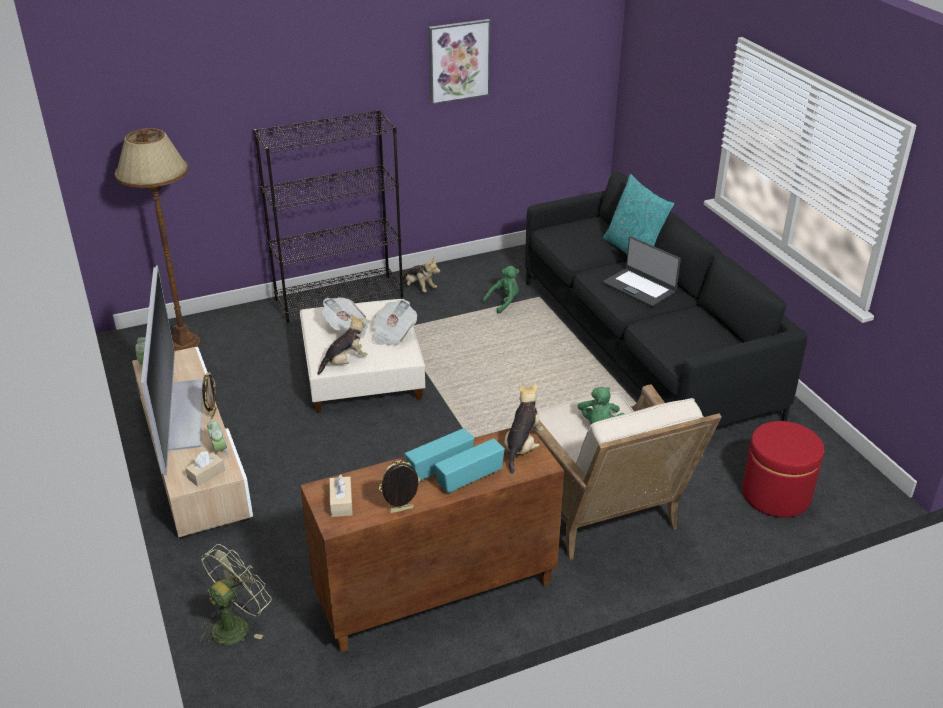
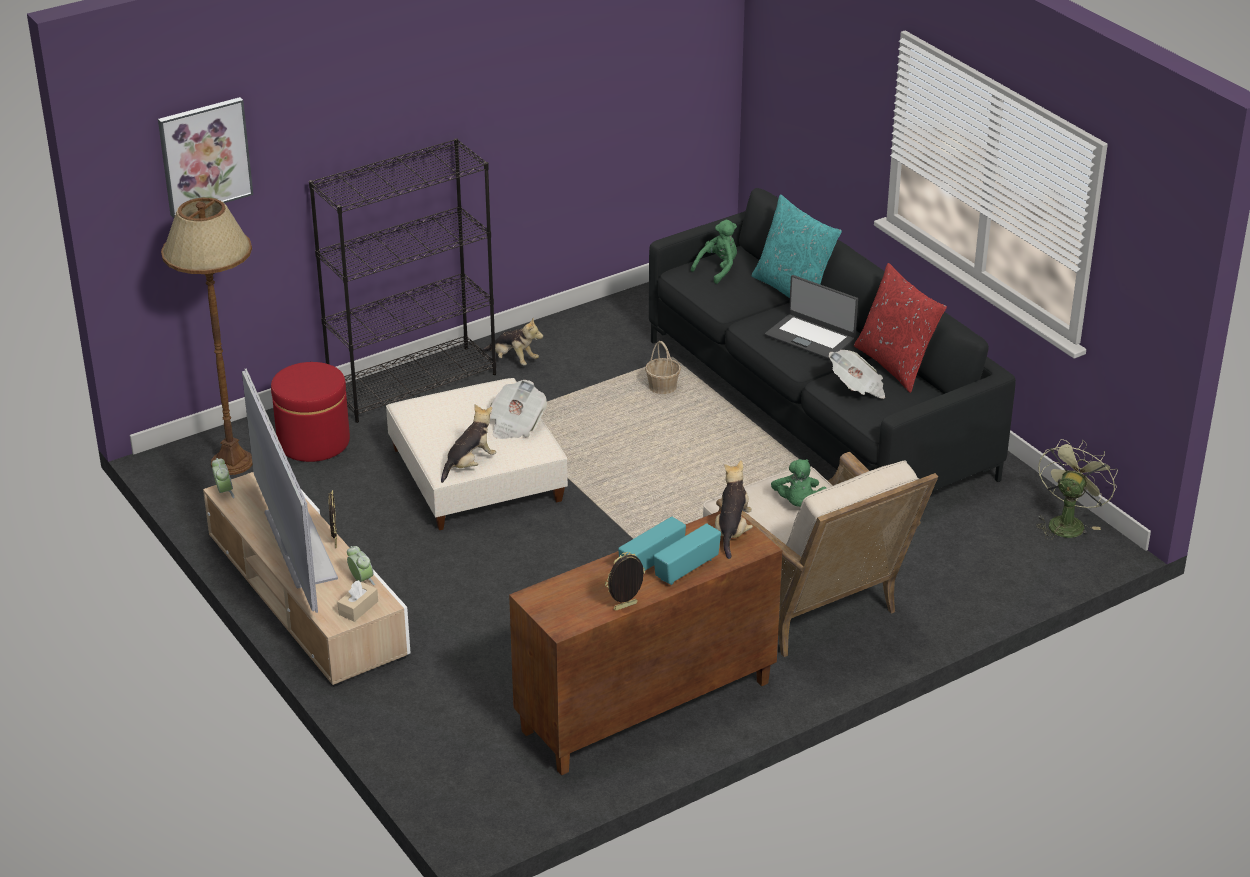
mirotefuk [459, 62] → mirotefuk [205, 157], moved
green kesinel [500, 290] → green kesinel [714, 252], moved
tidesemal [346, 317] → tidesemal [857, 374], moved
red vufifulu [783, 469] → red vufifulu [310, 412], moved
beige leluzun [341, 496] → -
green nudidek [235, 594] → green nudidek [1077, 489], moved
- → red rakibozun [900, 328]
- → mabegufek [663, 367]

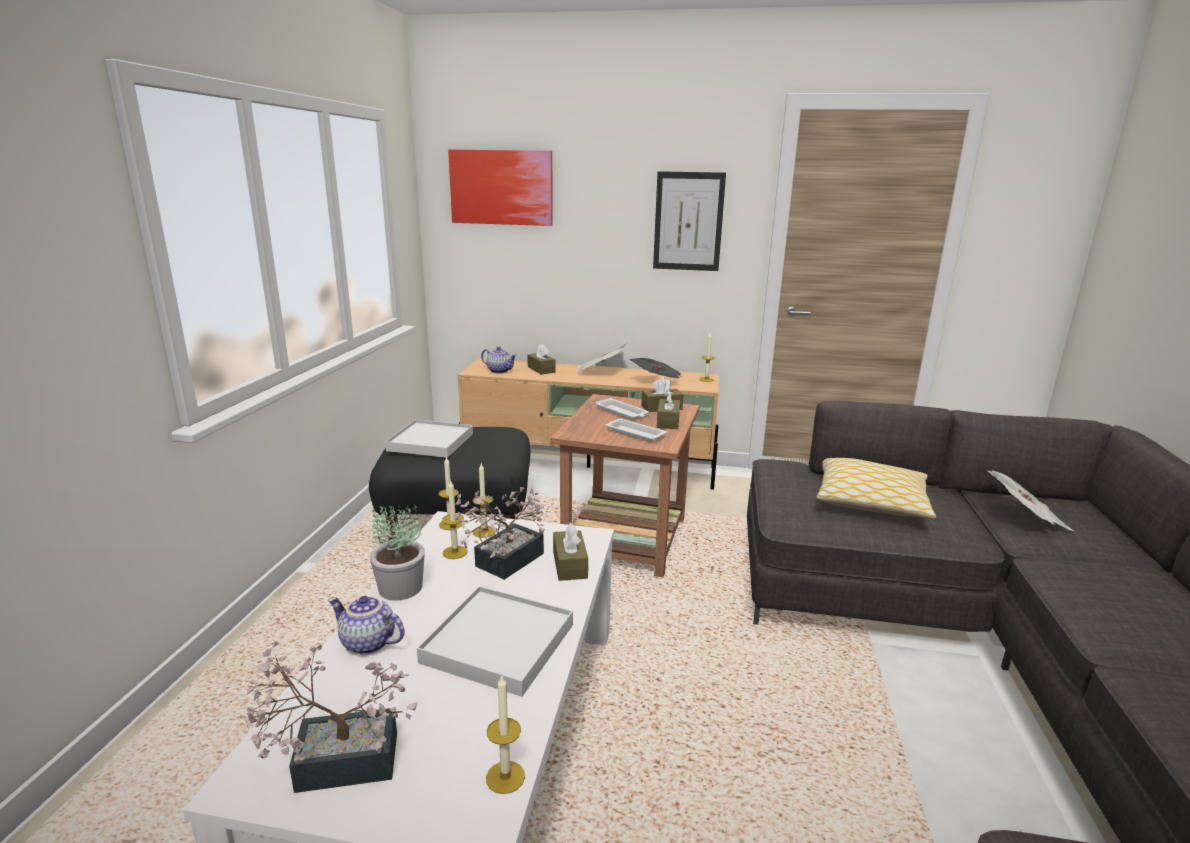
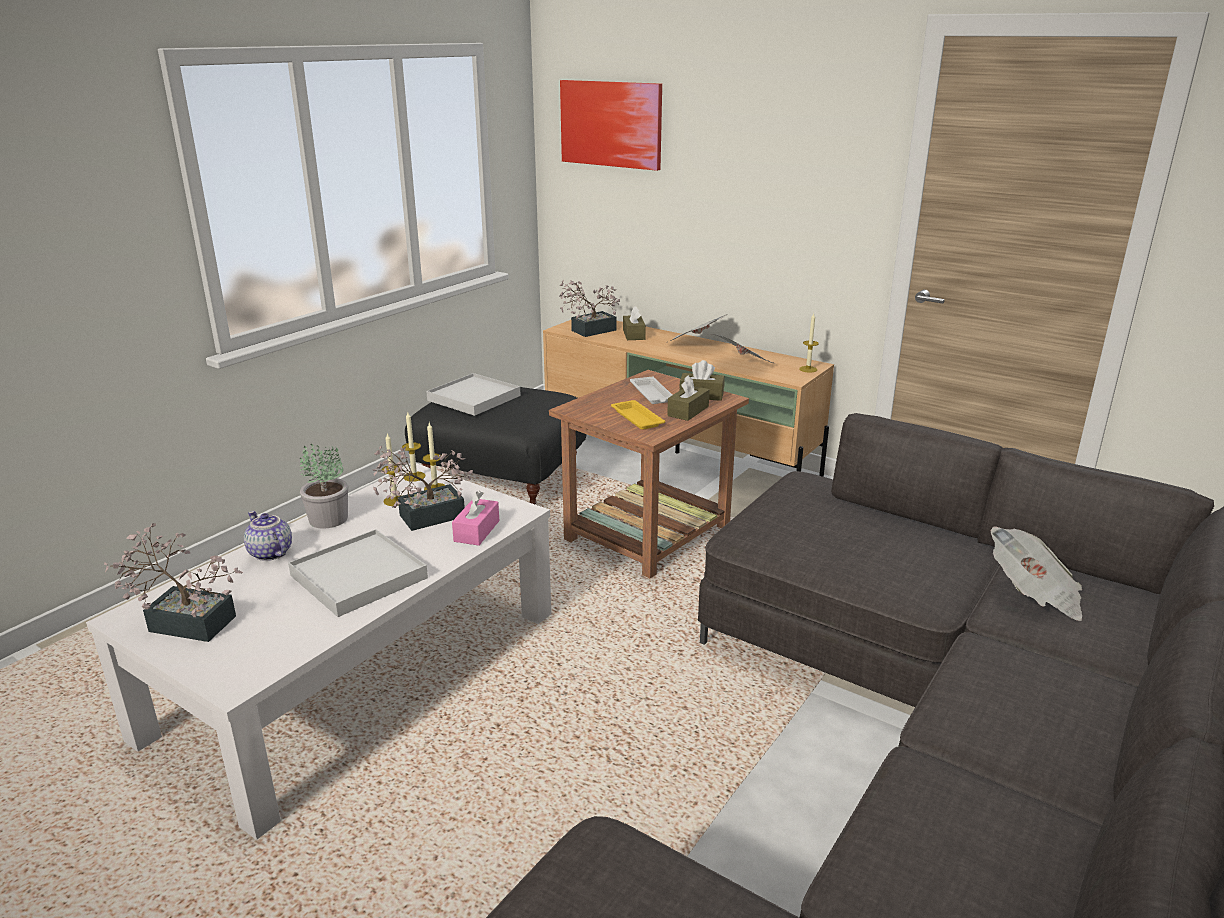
mirotefuk [689, 221] → -
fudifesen [499, 360] → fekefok [590, 308]
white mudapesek [636, 430] → yellow mudapesek [638, 415]
rakibozun [876, 488] → -
brown leluzun [570, 552] → pink leluzun [475, 518]
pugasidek [505, 734] → -

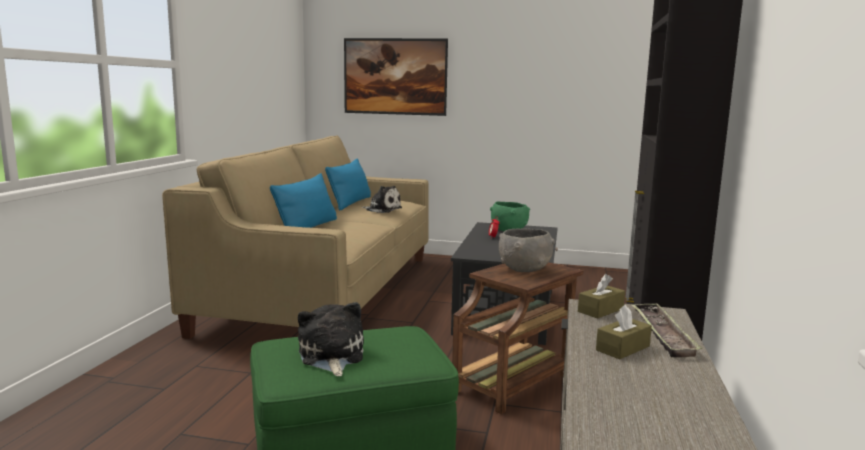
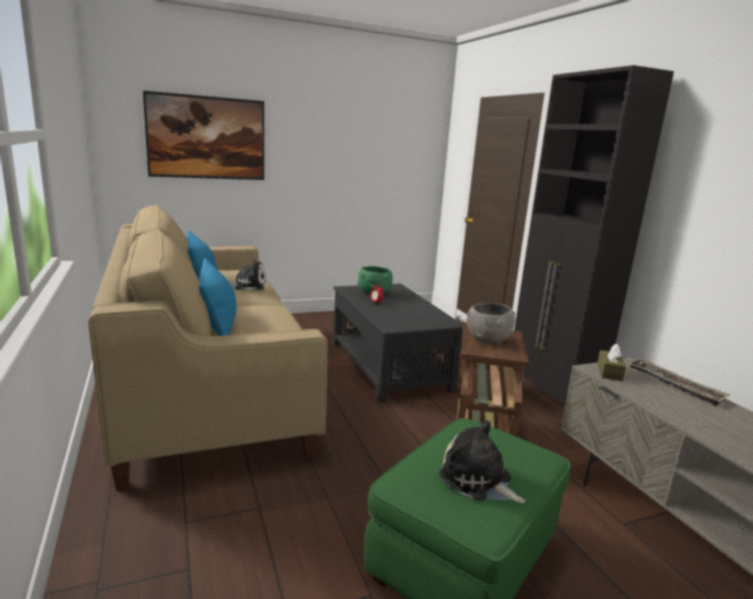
brown leluzun [624, 332] → -

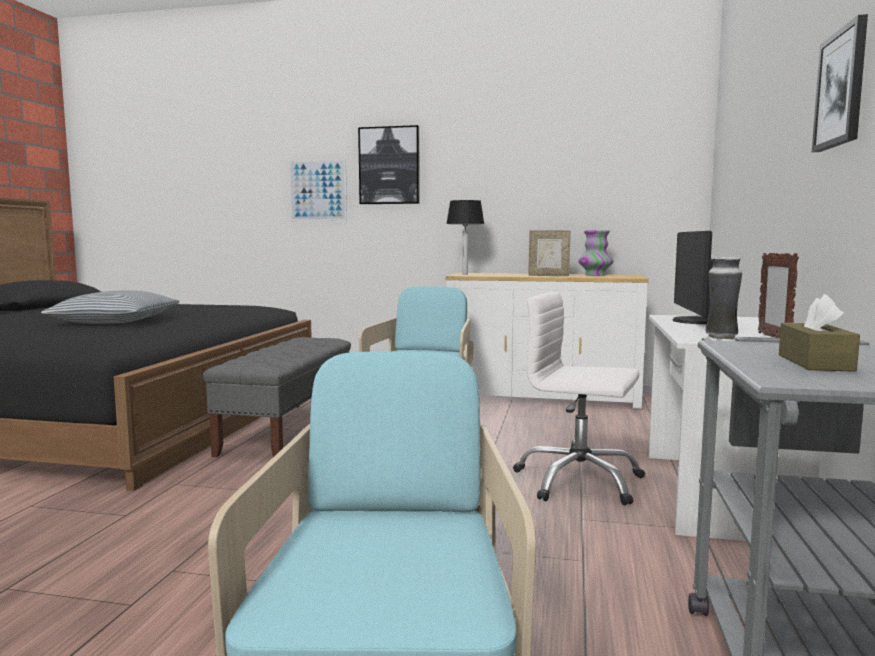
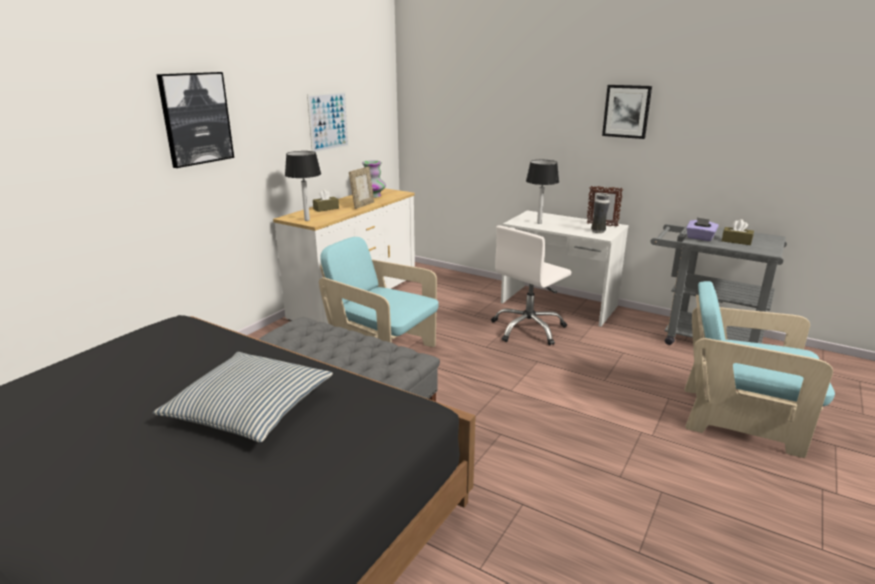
mirotefuk [318, 190] → mirotefuk [328, 122], moved
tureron [693, 277] → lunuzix [542, 192]
- → brown leluzun [326, 201]
- → purple leluzun [702, 229]

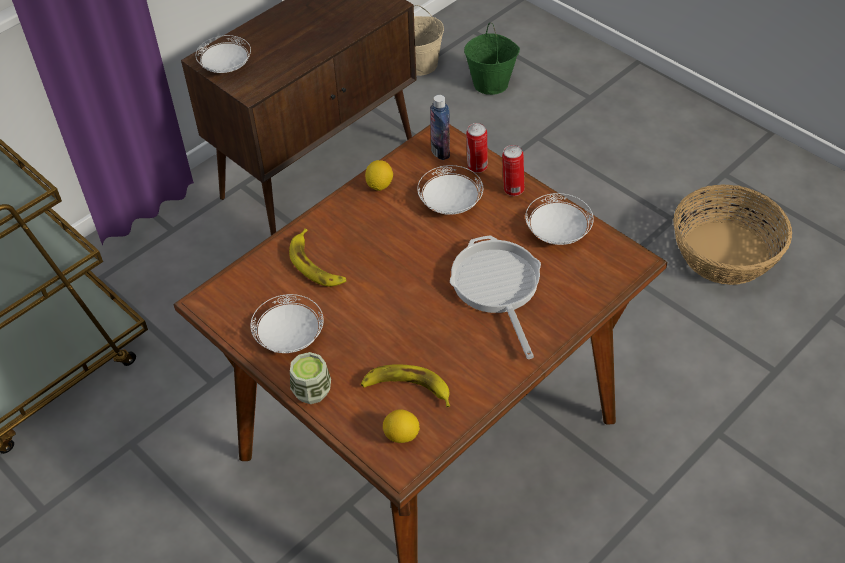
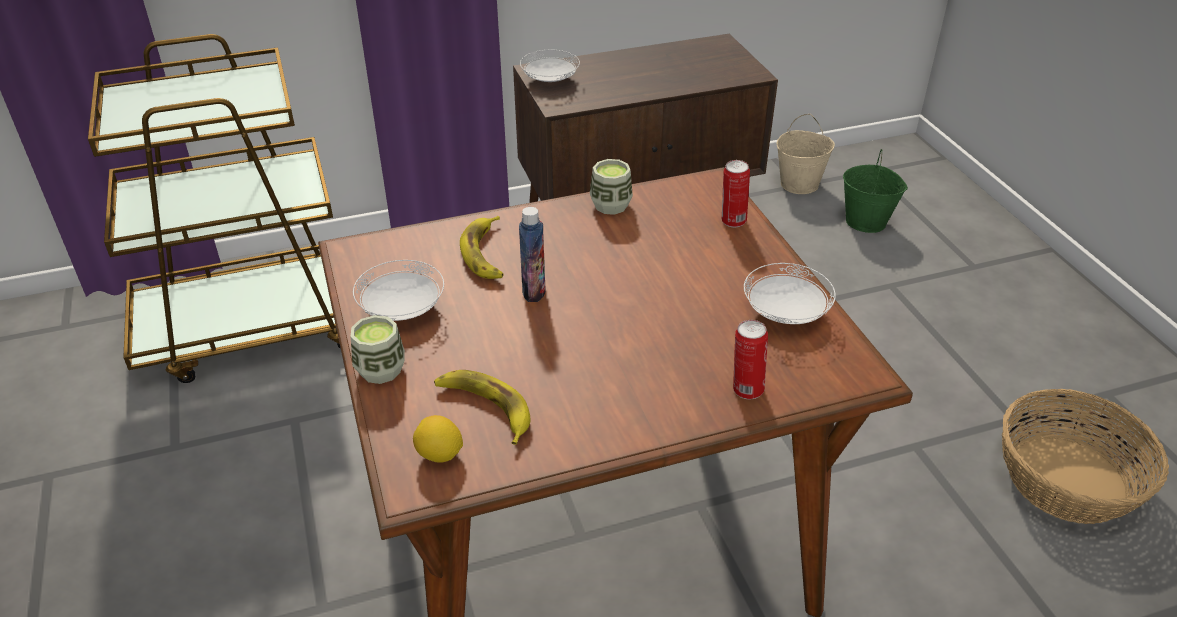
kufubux [440, 127] → kufubux [532, 254], moved
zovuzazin [513, 170] → zovuzazin [750, 359], moved
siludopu [379, 175] → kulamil [611, 187]
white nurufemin [450, 190] → -
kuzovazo [495, 297] → -

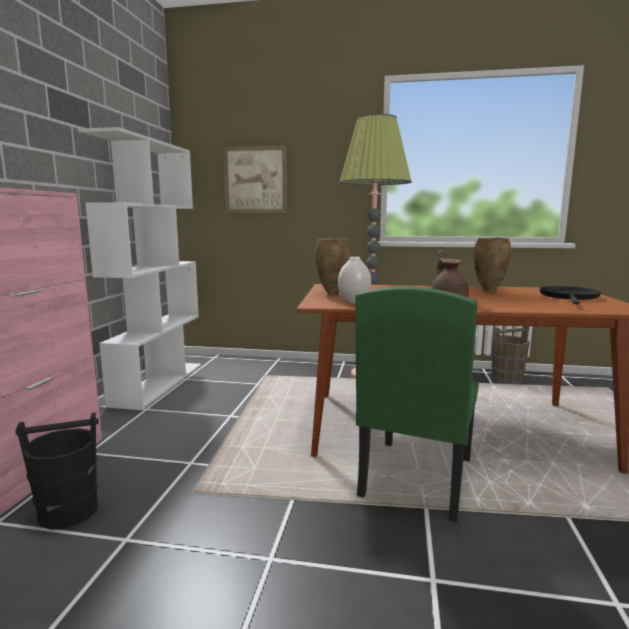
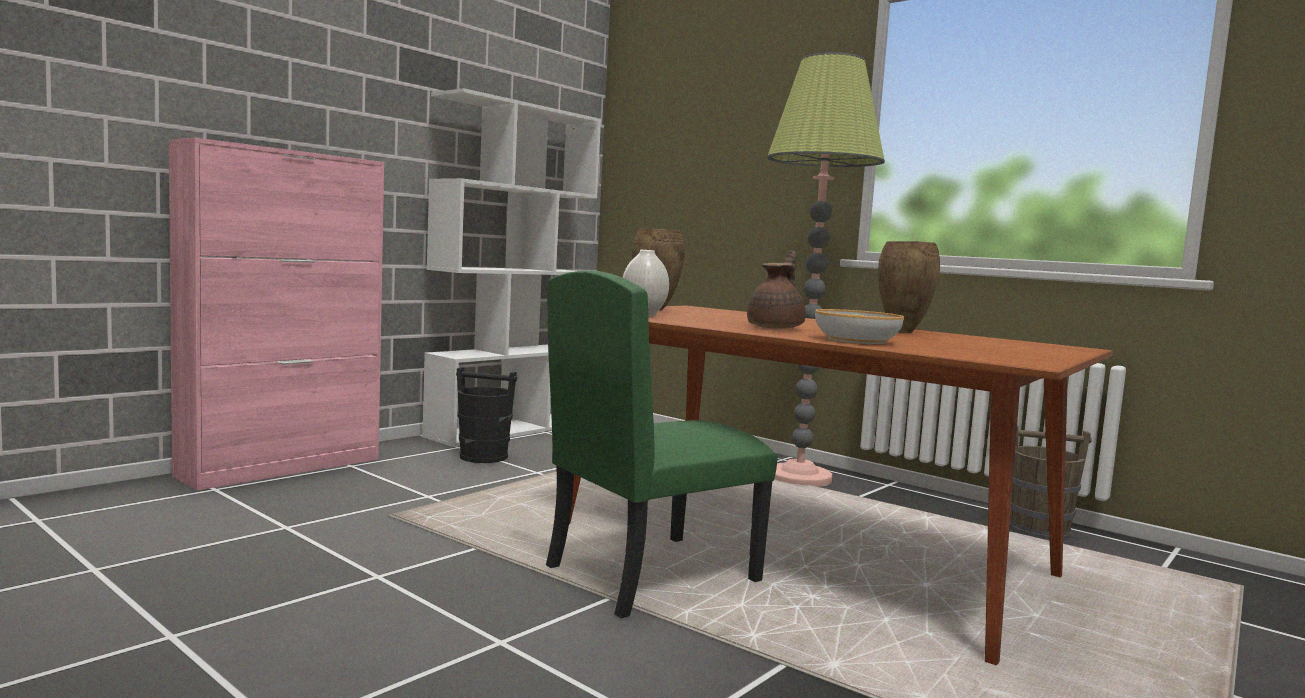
mirotefuk [255, 179] → -
black kuzovazo [570, 295] → -
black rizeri [57, 471] → black rizeri [486, 415], moved
- → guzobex [859, 326]

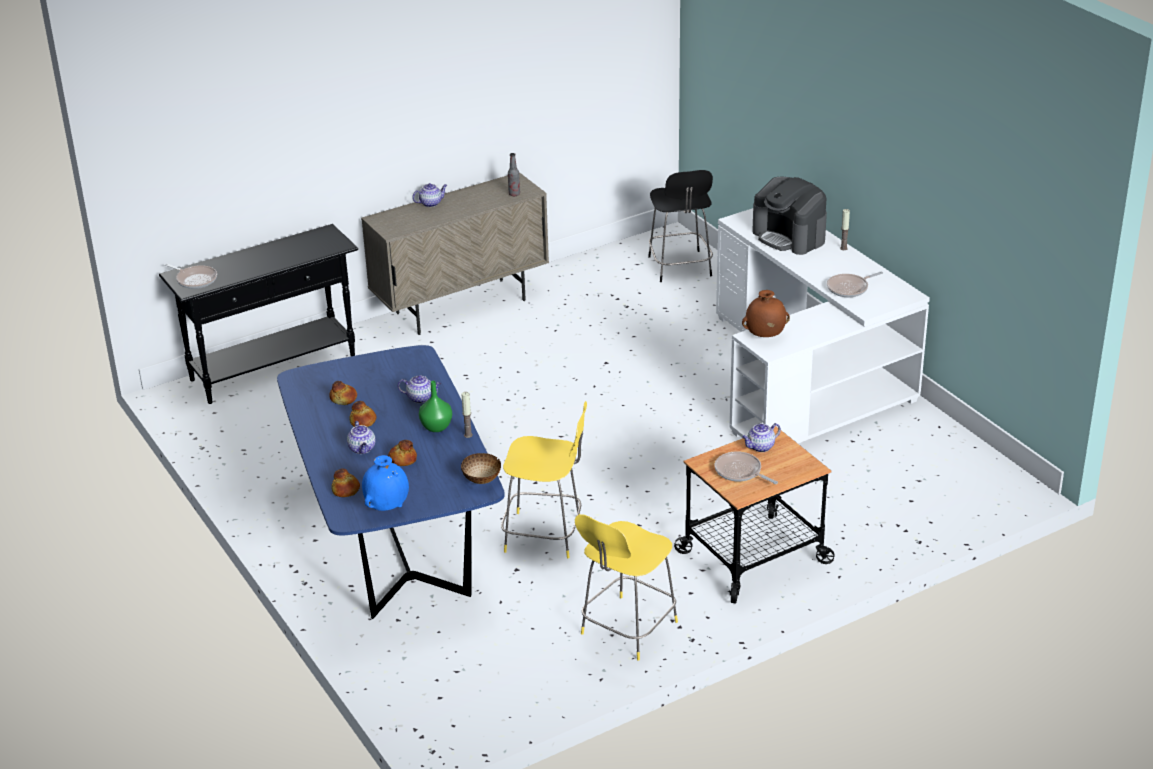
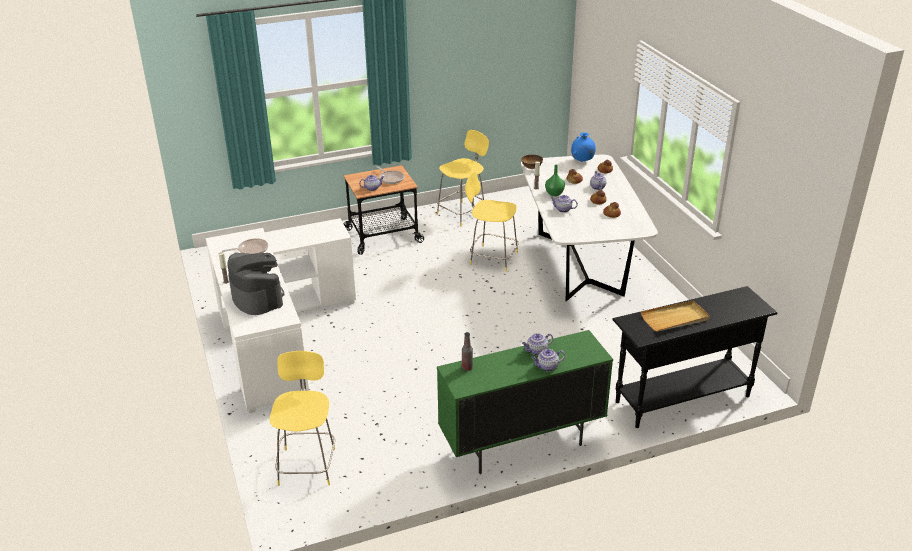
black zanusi [680, 226] → yellow zanusi [302, 418]
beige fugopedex [455, 253] → green fugopedex [525, 402]
kuzovazo [190, 276] → -
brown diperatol [766, 313] → -
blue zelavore [391, 482] → white zelavore [589, 228]
- → beige mudapesek [675, 315]
- → fudifesen [537, 344]

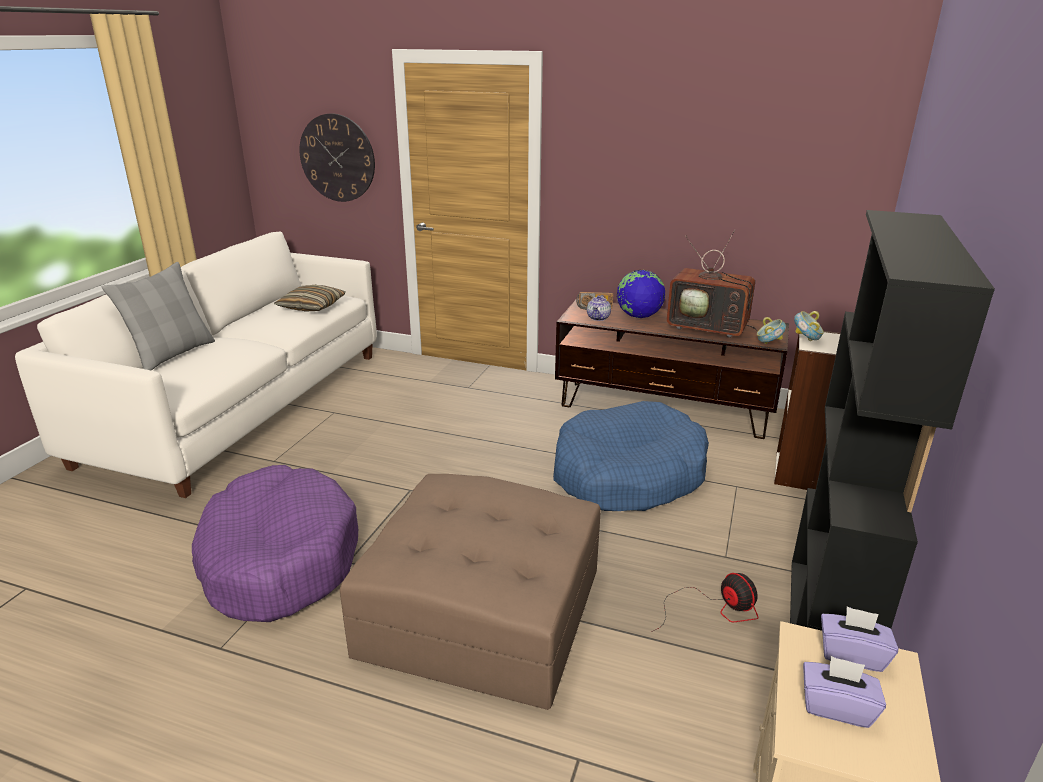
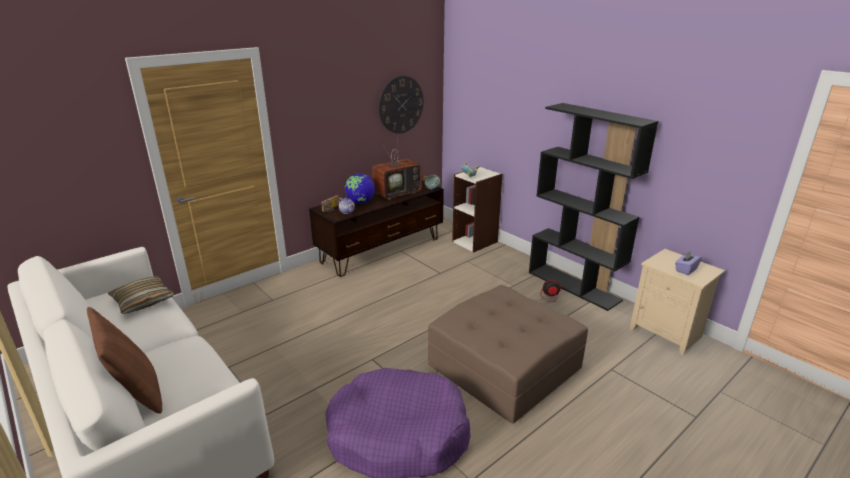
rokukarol [337, 157] → rokukarol [401, 105], moved
grey rakibozun [158, 316] → brown rakibozun [124, 360]
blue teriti [631, 456] → -
purple leluzun [859, 639] → -

